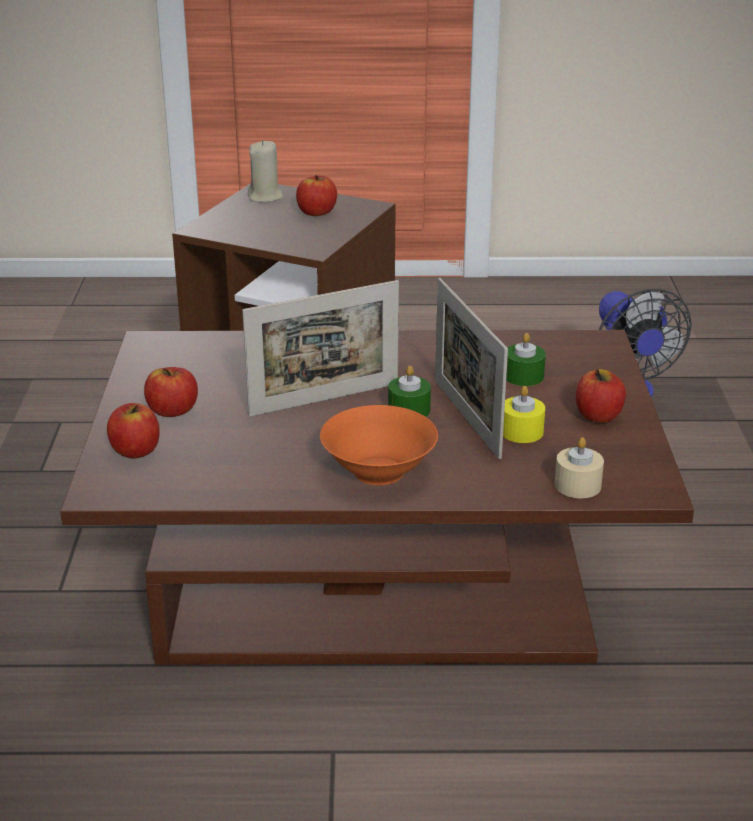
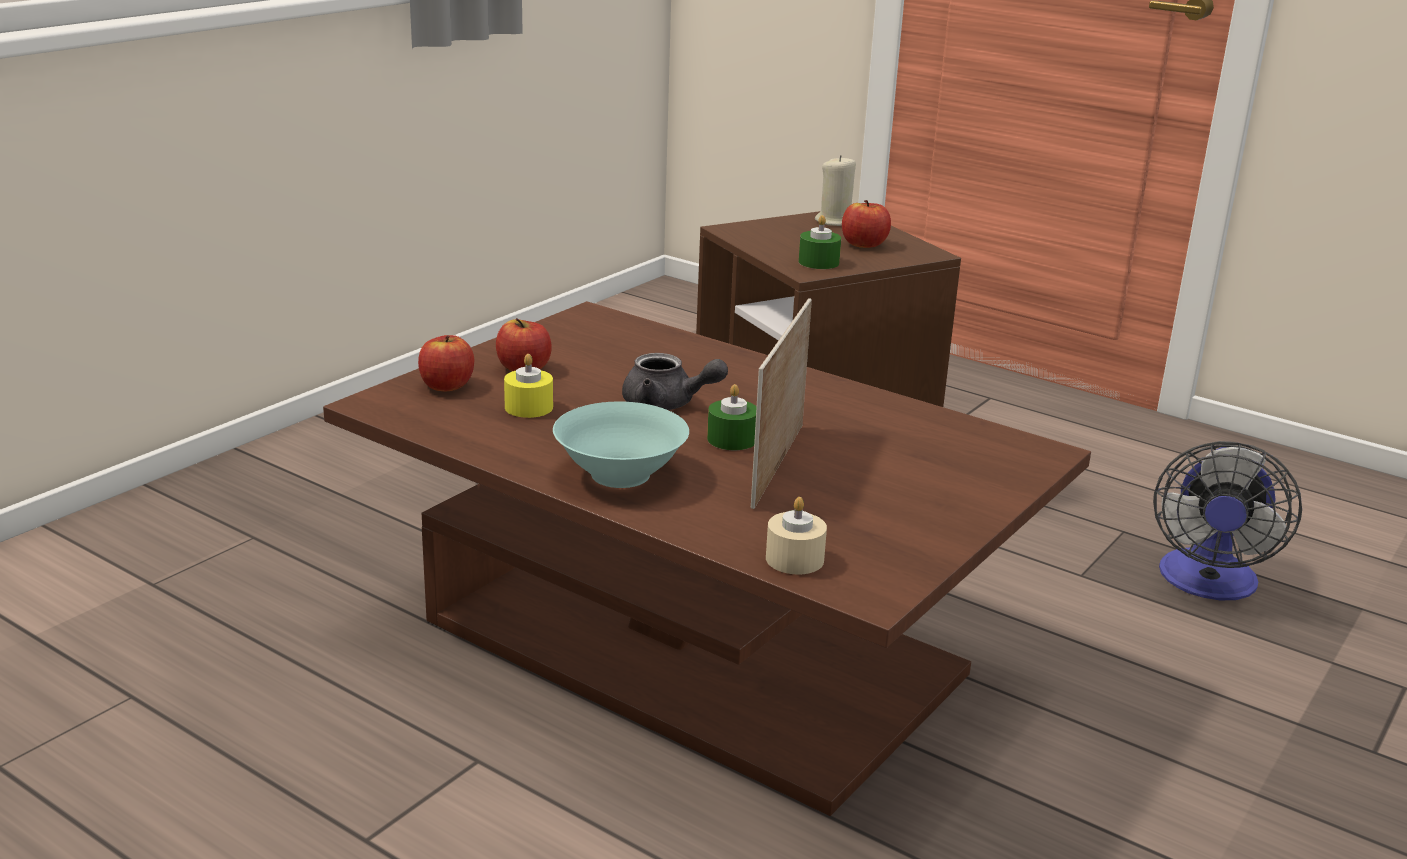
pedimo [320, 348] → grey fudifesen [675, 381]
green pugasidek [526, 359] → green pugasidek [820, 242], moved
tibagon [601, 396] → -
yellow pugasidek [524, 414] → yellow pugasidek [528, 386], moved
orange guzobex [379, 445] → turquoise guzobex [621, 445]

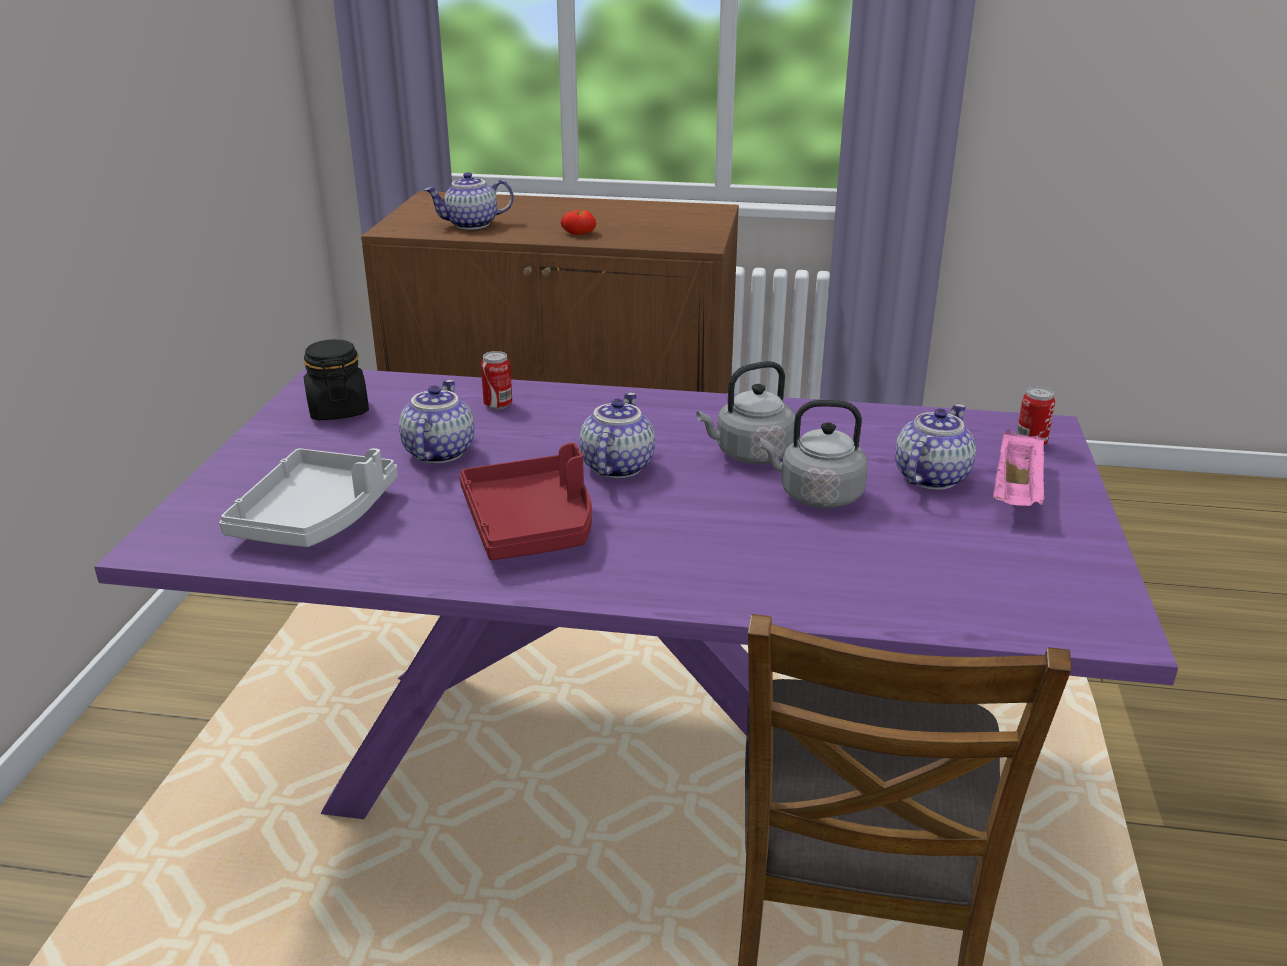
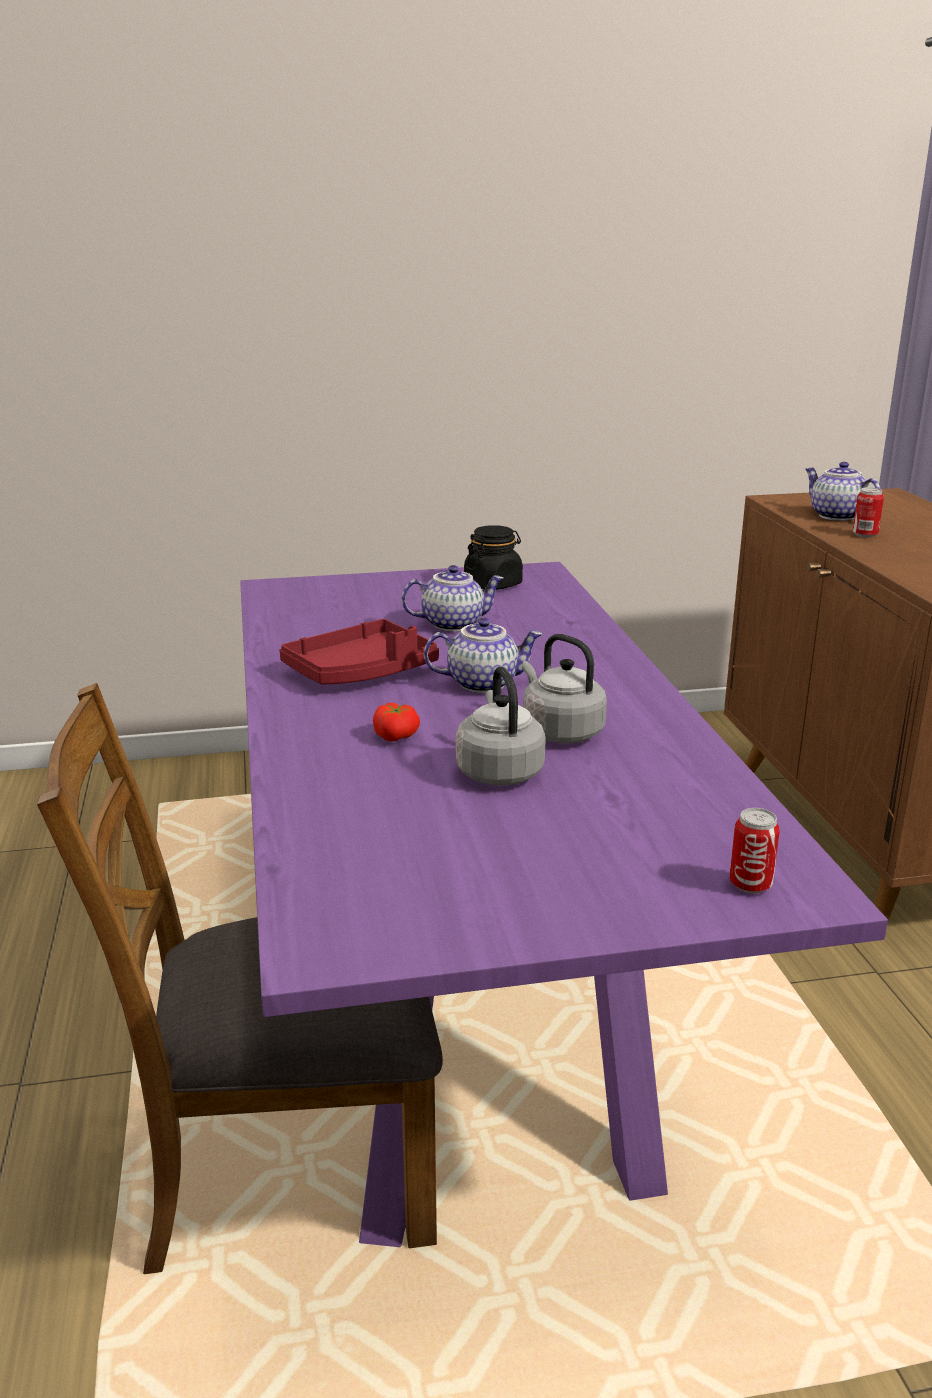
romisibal [578, 222] → romisibal [396, 722], moved
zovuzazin [496, 380] → zovuzazin [868, 512], moved
fudifesen [935, 447] → -
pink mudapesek [1019, 468] → -
grey mudapesek [308, 497] → -

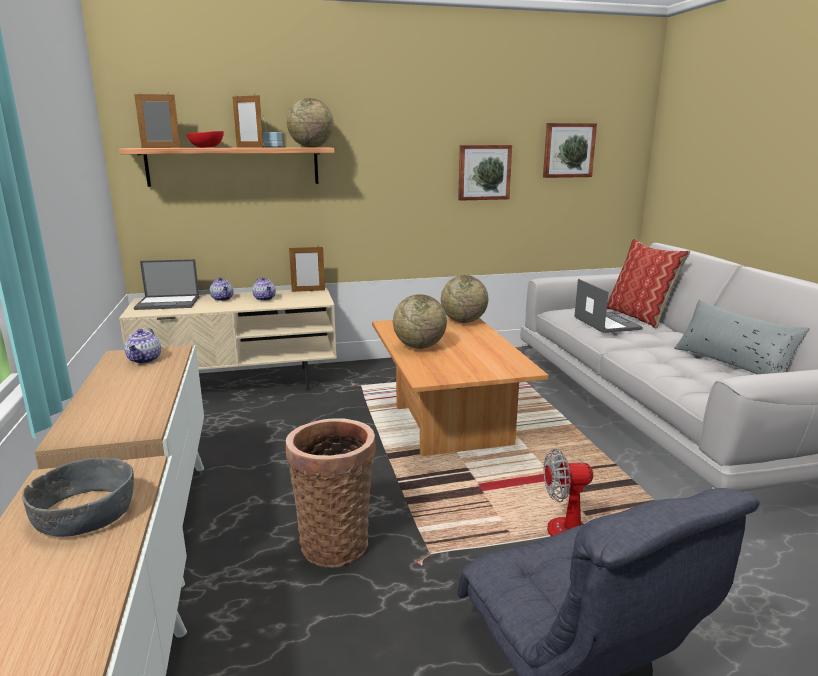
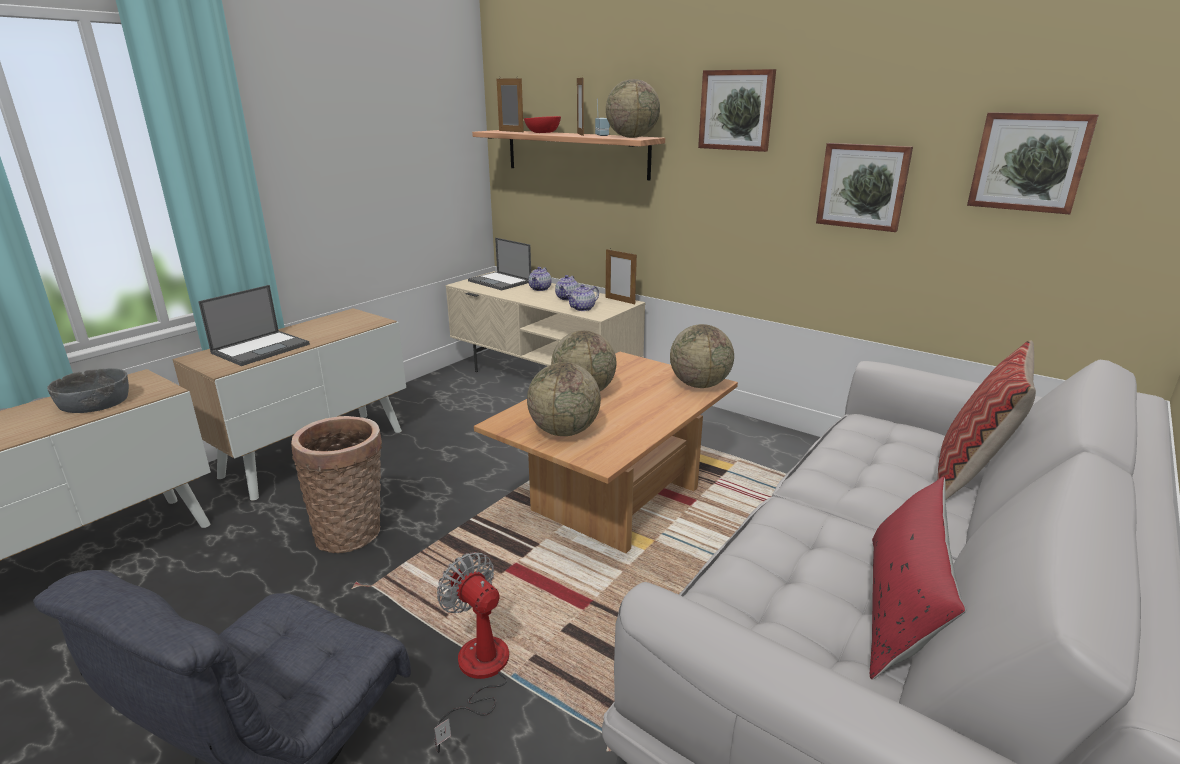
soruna [608, 306] → soruna [254, 325], moved
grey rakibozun [742, 337] → red rakibozun [918, 578]
fudifesen [142, 346] → fudifesen [582, 297], moved
- → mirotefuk [737, 110]
- → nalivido [564, 399]

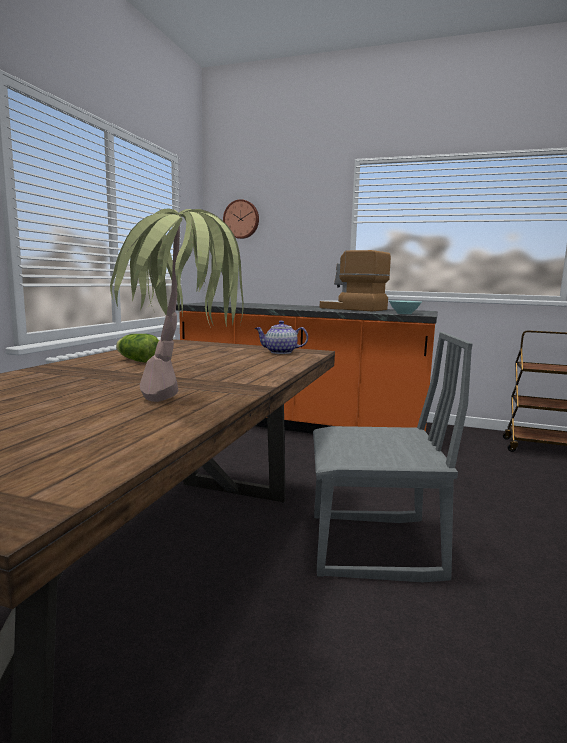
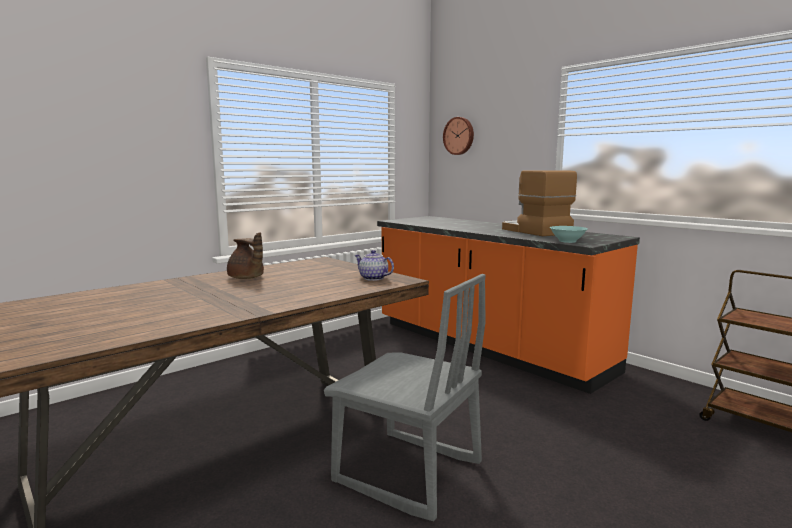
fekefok [177, 305] → -
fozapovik [137, 348] → brown fudifesen [245, 255]

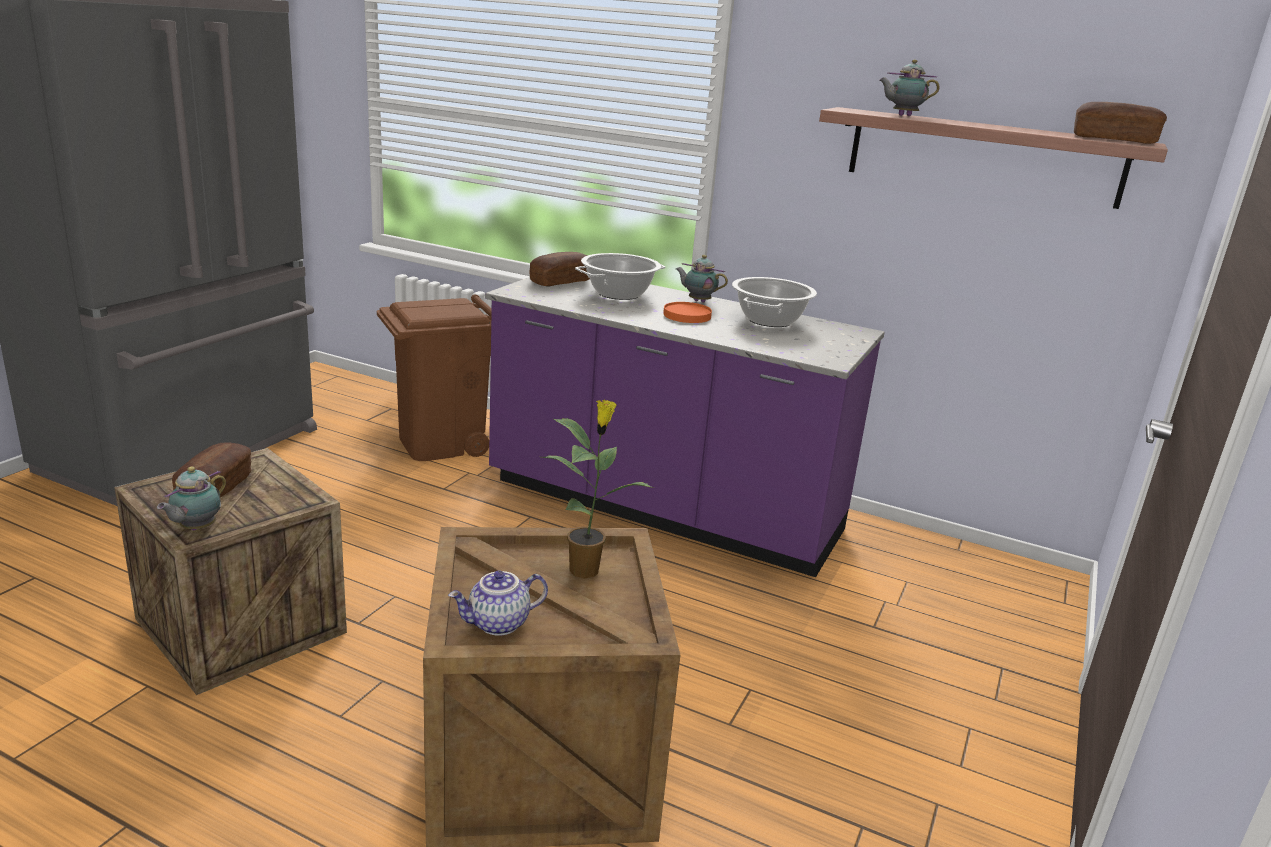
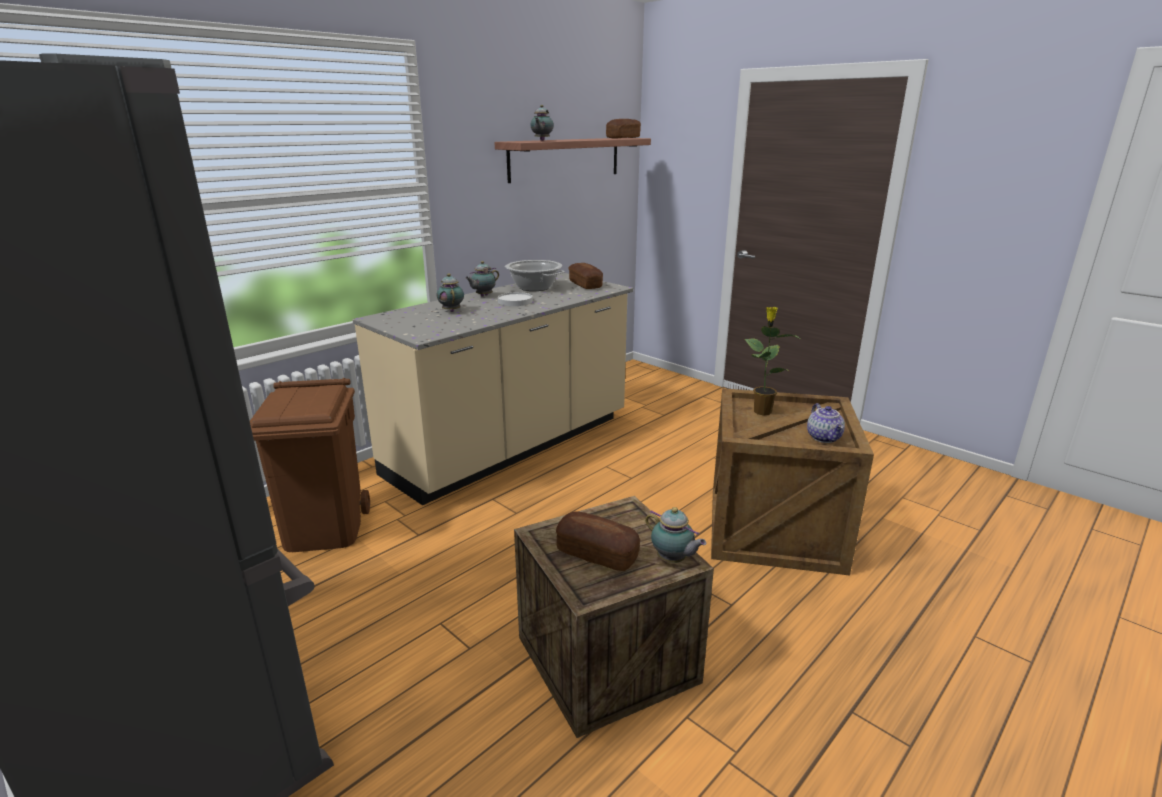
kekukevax [560, 269] → kekukevax [585, 276], moved
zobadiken [620, 276] → fudifesen [450, 293]
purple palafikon [685, 427] → beige palafikon [492, 389]
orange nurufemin [687, 312] → white nurufemin [515, 299]

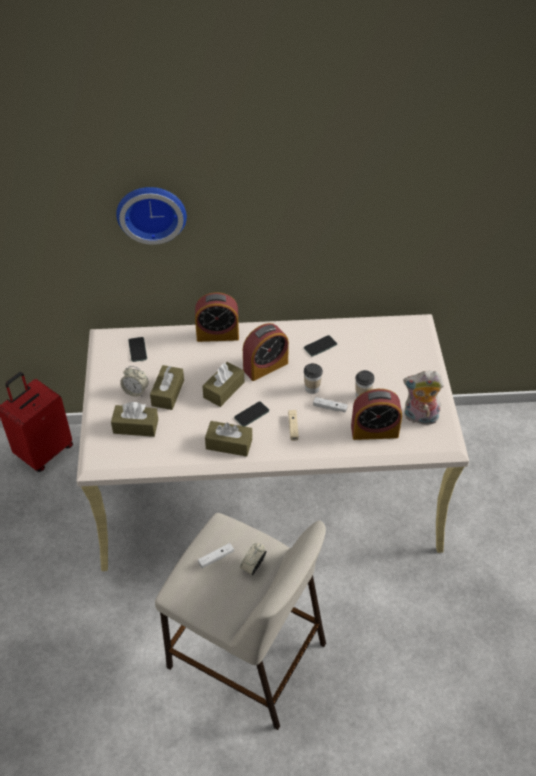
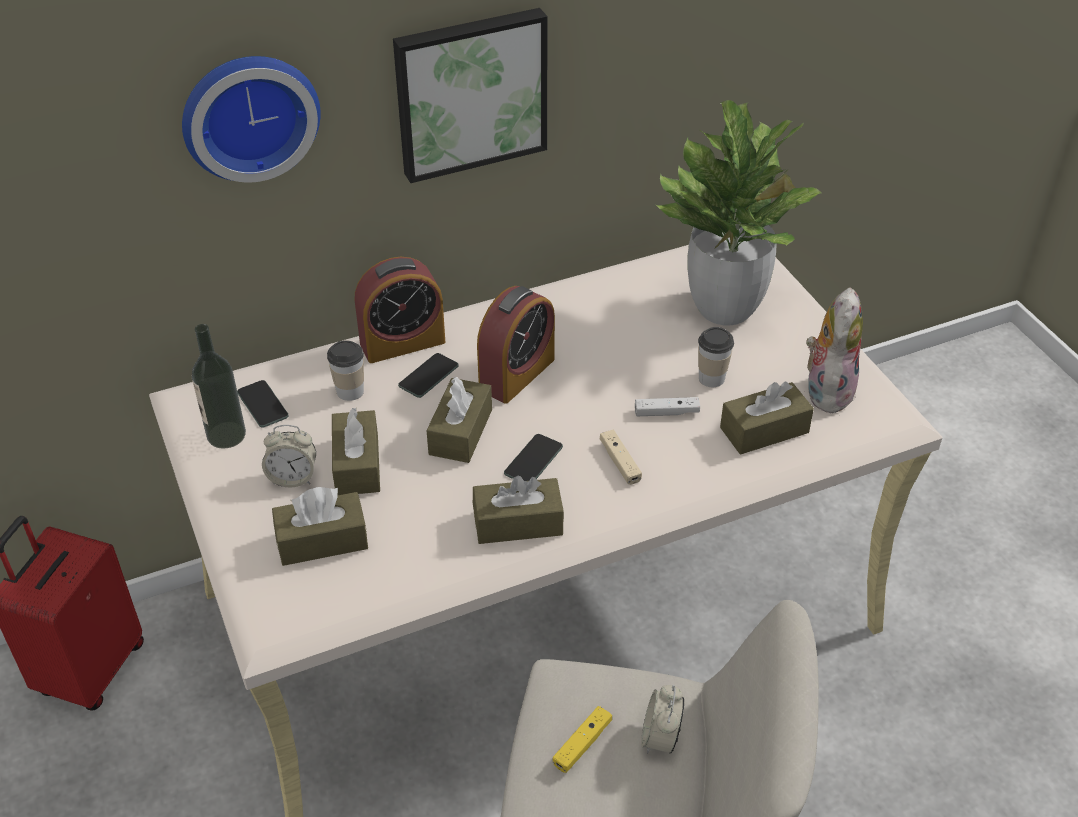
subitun [320, 346] → subitun [428, 375], moved
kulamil [313, 378] → kulamil [345, 370], moved
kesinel [423, 398] → kesinel [834, 351], 120 degrees clockwise
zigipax [376, 414] → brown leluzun [767, 418]
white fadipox [216, 555] → yellow fadipox [582, 739]
- → mirotefuk [470, 95]
- → fekefok [739, 212]
- → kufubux [219, 386]

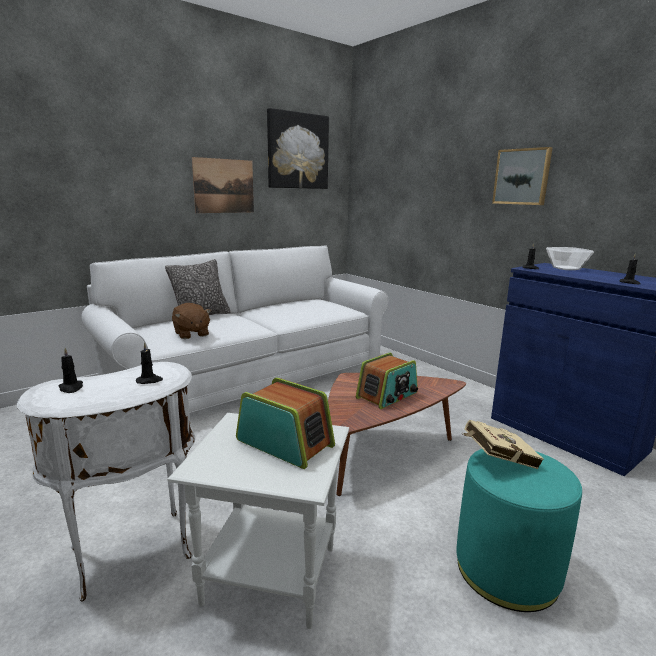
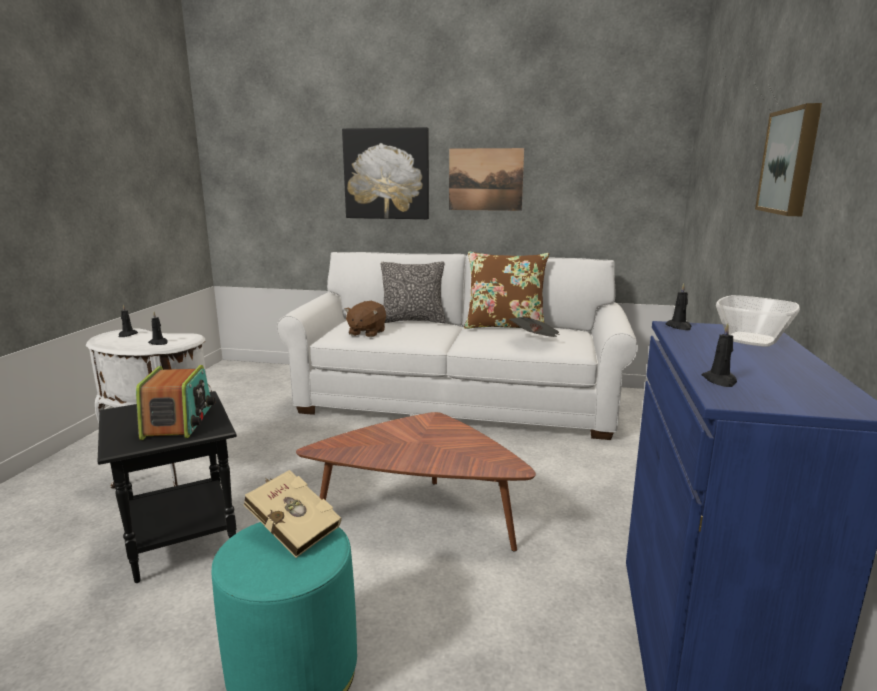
mirotefuk [298, 148] → mirotefuk [385, 173], moved
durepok [387, 381] → -
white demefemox [258, 521] → black demefemox [167, 487]
- → brown rakibozun [506, 290]
- → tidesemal [534, 327]

